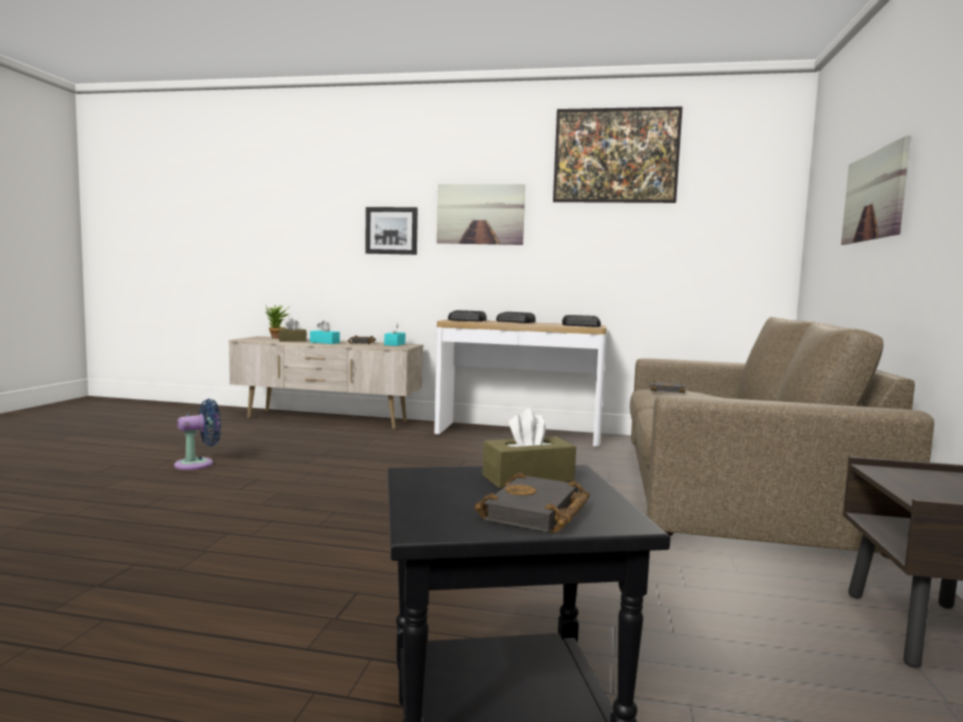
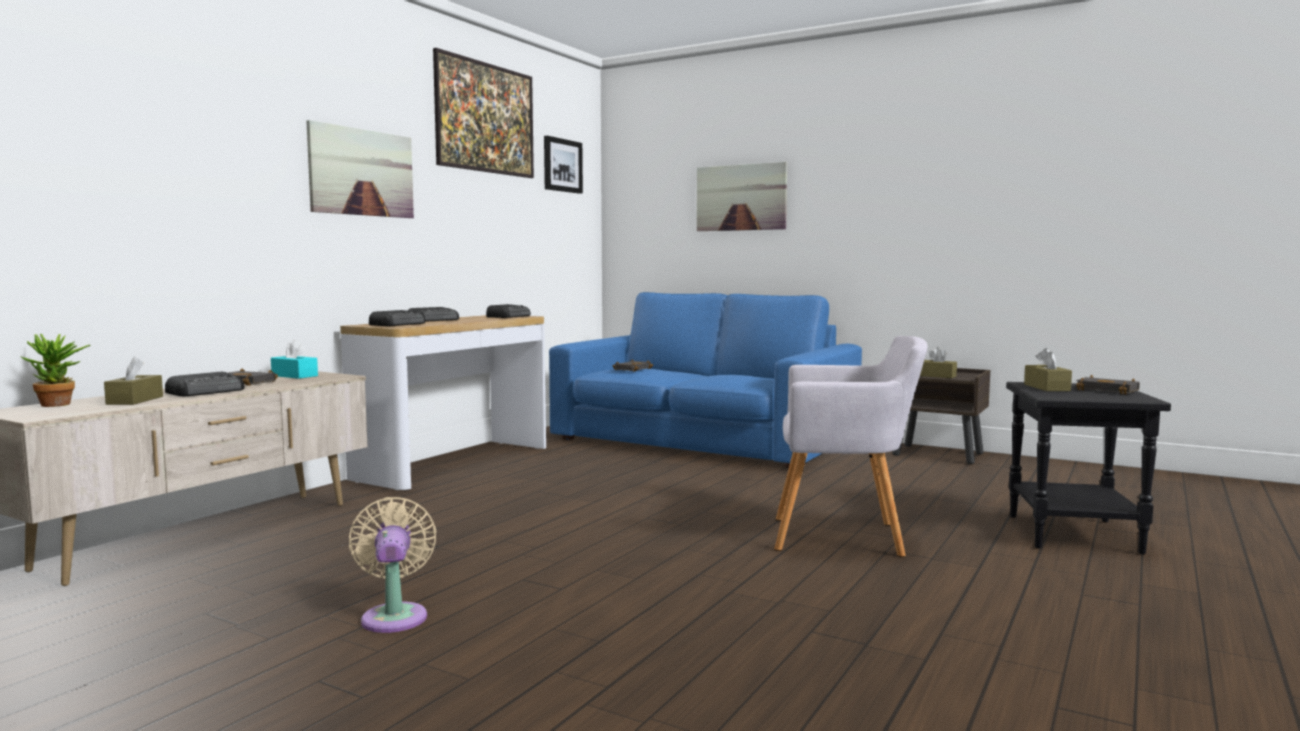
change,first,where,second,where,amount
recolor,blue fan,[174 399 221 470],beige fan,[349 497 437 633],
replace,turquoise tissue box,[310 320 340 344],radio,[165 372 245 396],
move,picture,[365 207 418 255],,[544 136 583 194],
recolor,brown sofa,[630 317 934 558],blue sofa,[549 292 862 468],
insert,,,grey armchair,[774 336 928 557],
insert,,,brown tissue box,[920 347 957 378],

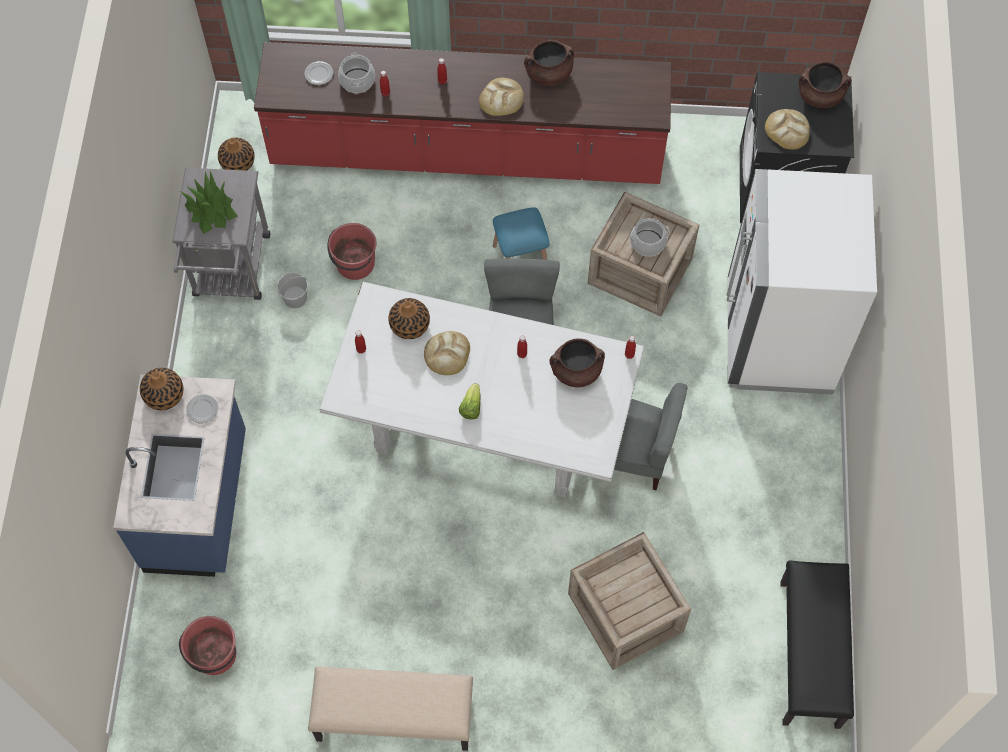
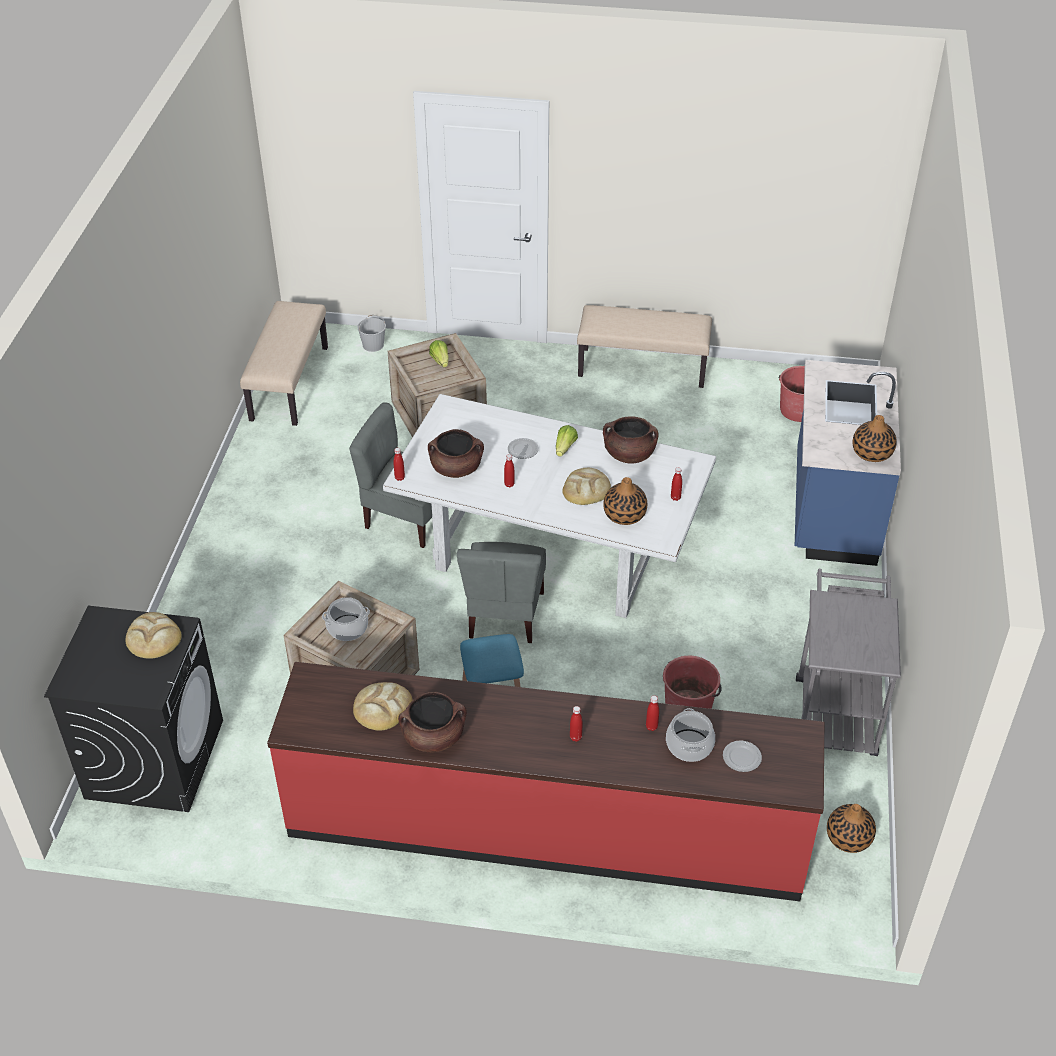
change,first,where,second,where,amount
delete,potted plant,[180 170 238 234],,,
move,plate,[186 394 218 423],,[508 438 539 459],
move,white bucket,[277 272 308 308],,[357 315 386 352],
move,bread,[479 78 524 116],,[353 682 412 731],
delete,white fridge,[727 169 877 394],,,
recolor,black bench,[781 561 854 729],beige bench,[240 301 328 426],
move,brown cooking pot,[799 62 852 108],,[603 416 658 464],
insert,,,lettuce,[429 340 448 367],

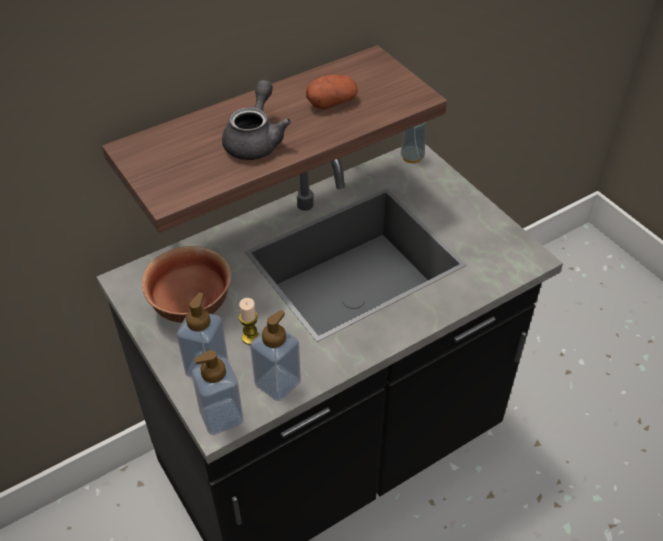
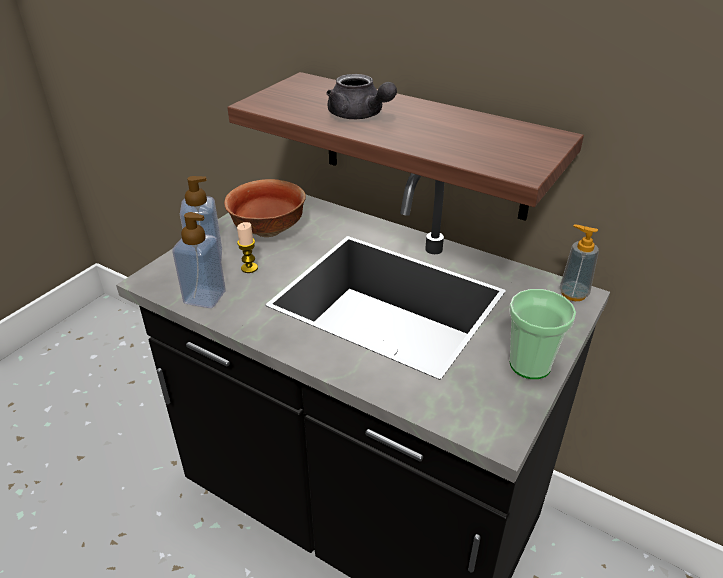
change,first,where,second,where,amount
delete,soap dispenser,[192 350 243 435],,,
rotate,grey teapot,[222 80 291 160],,[326 74 397 119],60 degrees clockwise
delete,potato,[306 75 358 109],,,
insert,,,cup,[509 289 576 379],

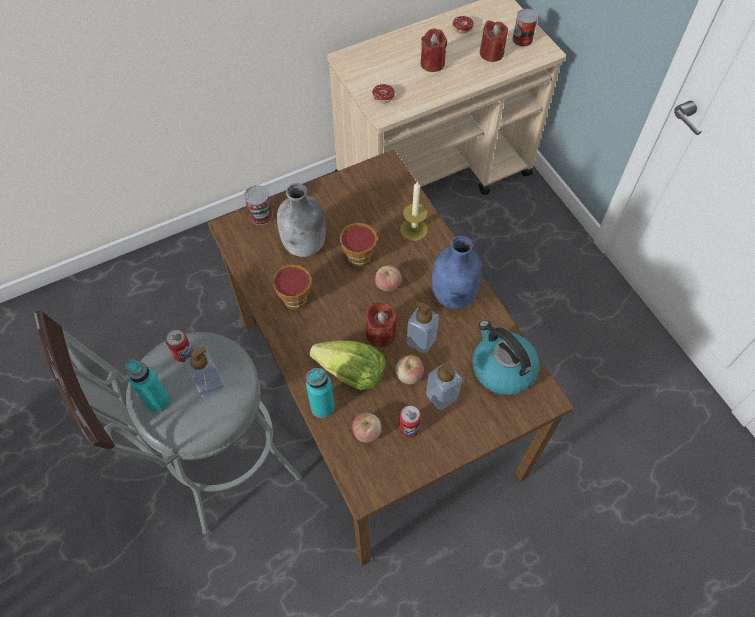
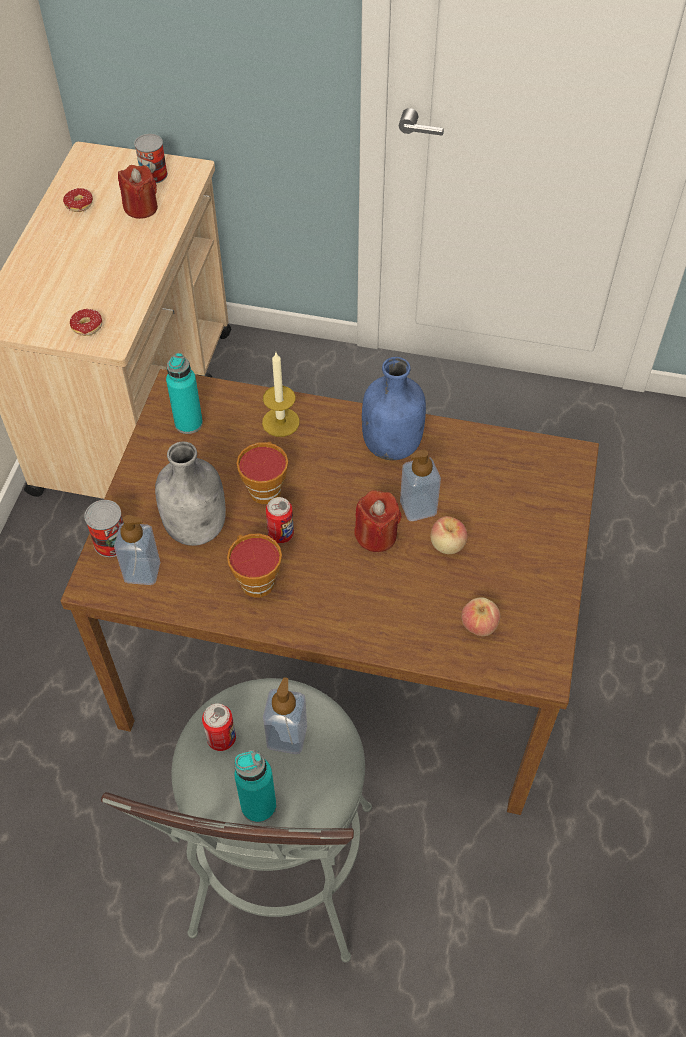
change,first,where,second,where,amount
move,turquoise bottle,[306 368 334 418],,[166 353 203 434],
delete,lettuce,[310 341 386 390],,,
delete,apple,[375 265 401 291],,,
move,can,[399 406 421 438],,[266 497 294 543],
delete,red candle,[421 29 447 72],,,
move,soap dispenser,[426 362 462 410],,[114 515 160 585],
delete,kettle,[472 320 539 395],,,

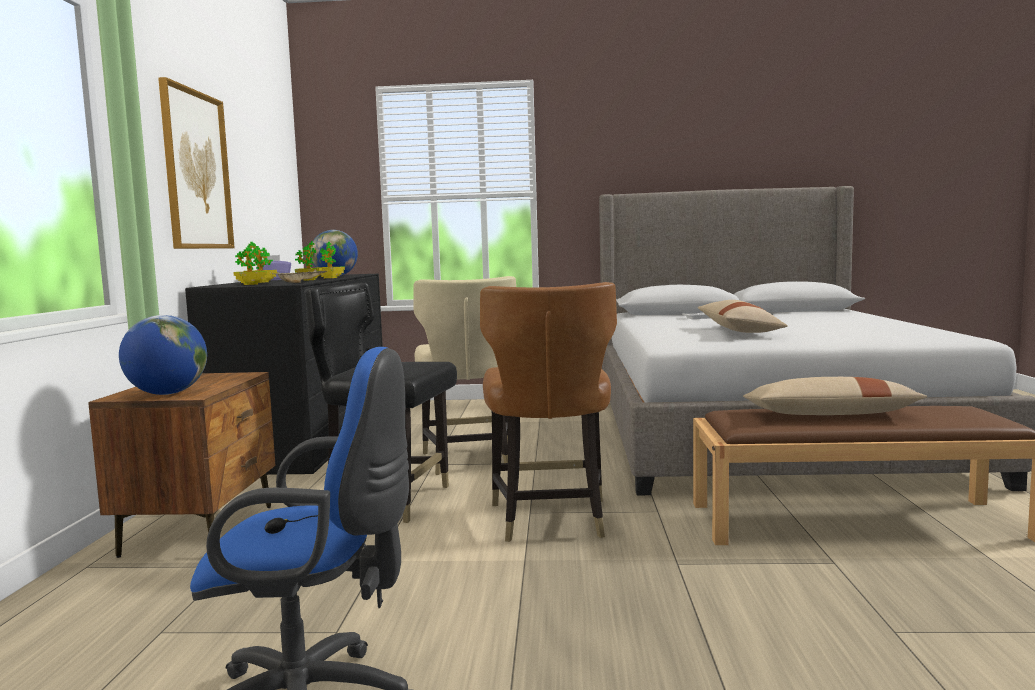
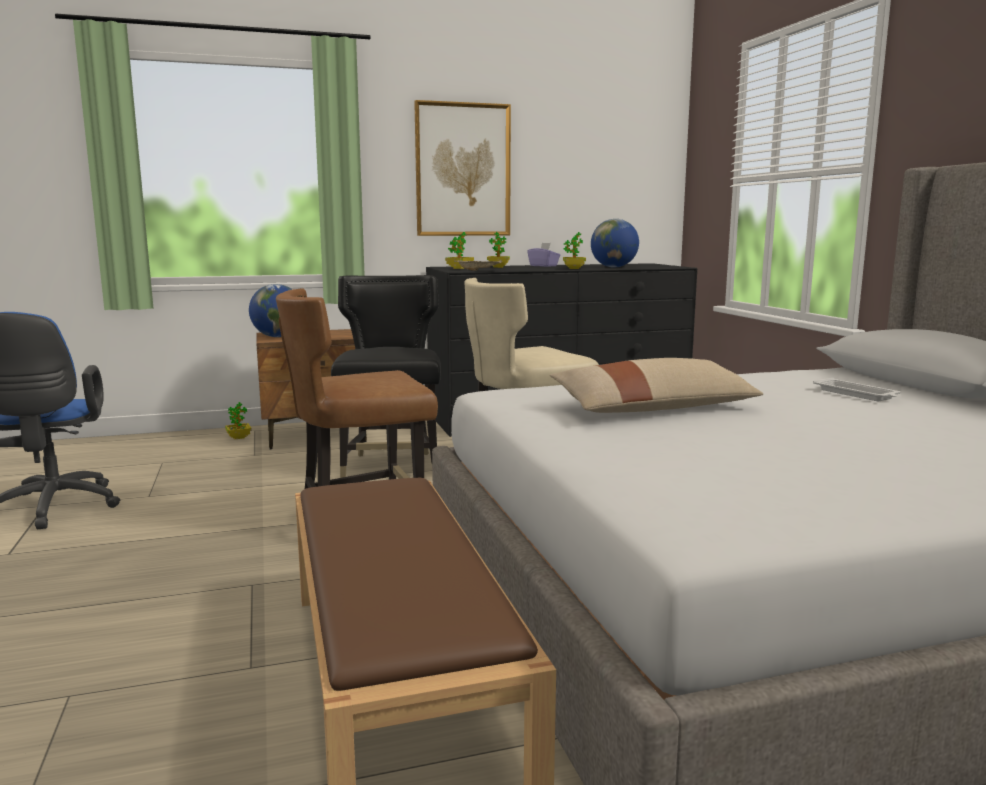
change,first,where,second,where,amount
move,potted plant,[295 241 322 281],,[225 402 252 439],
delete,beige pillow,[743 377 927 415],,,

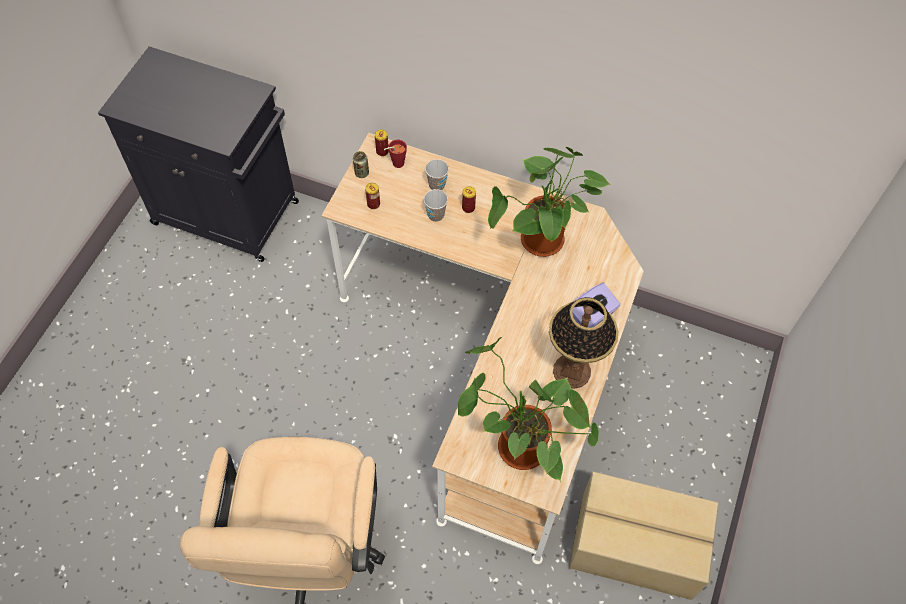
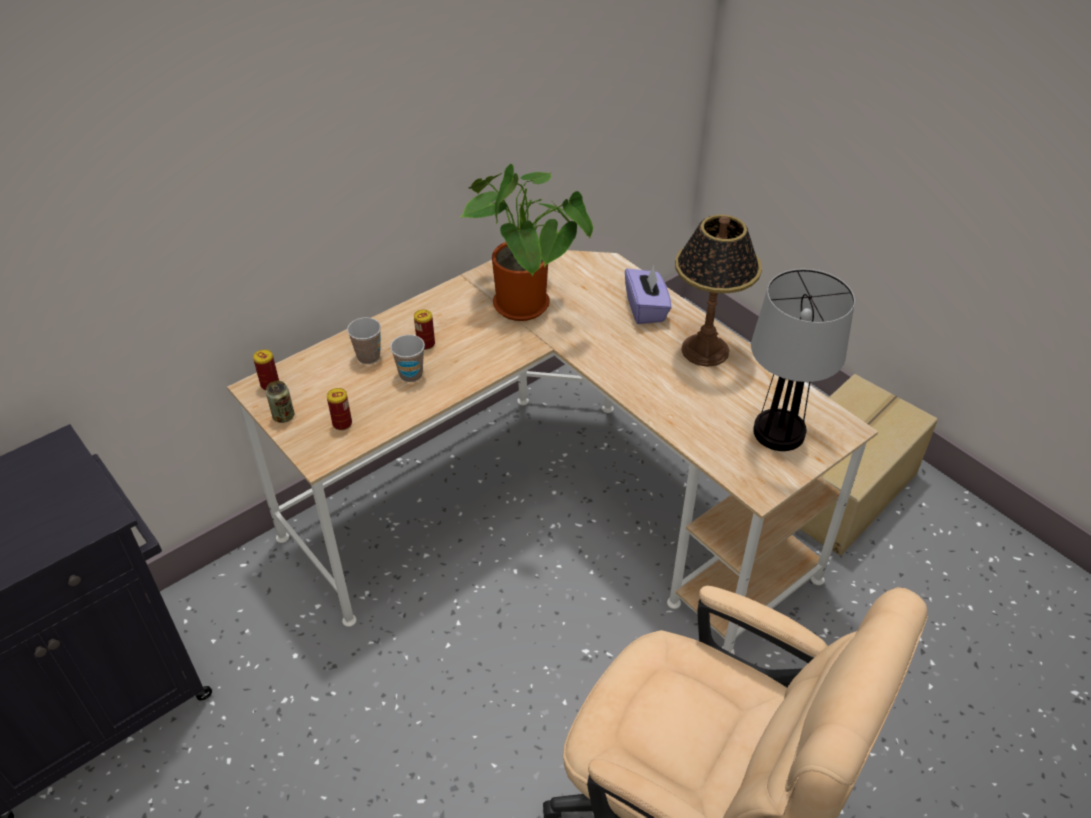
change,first,where,second,where,amount
delete,red cup,[384 140 407 168],,,
replace,potted plant,[458 337 599 482],table lamp,[751 269 855 451],

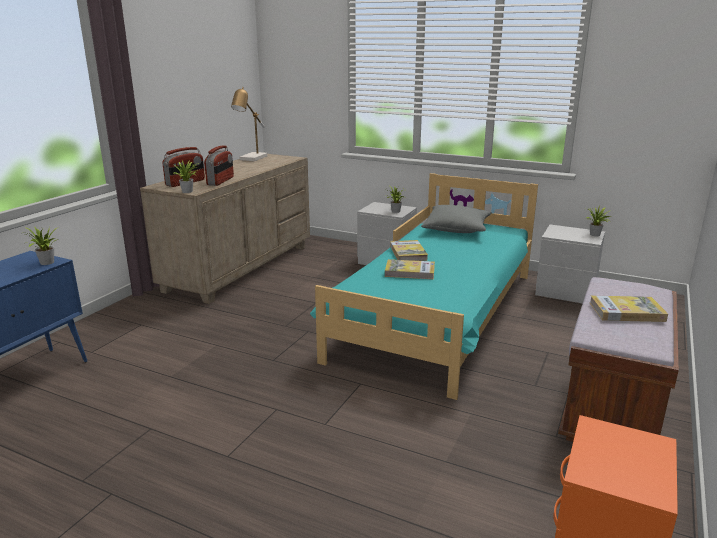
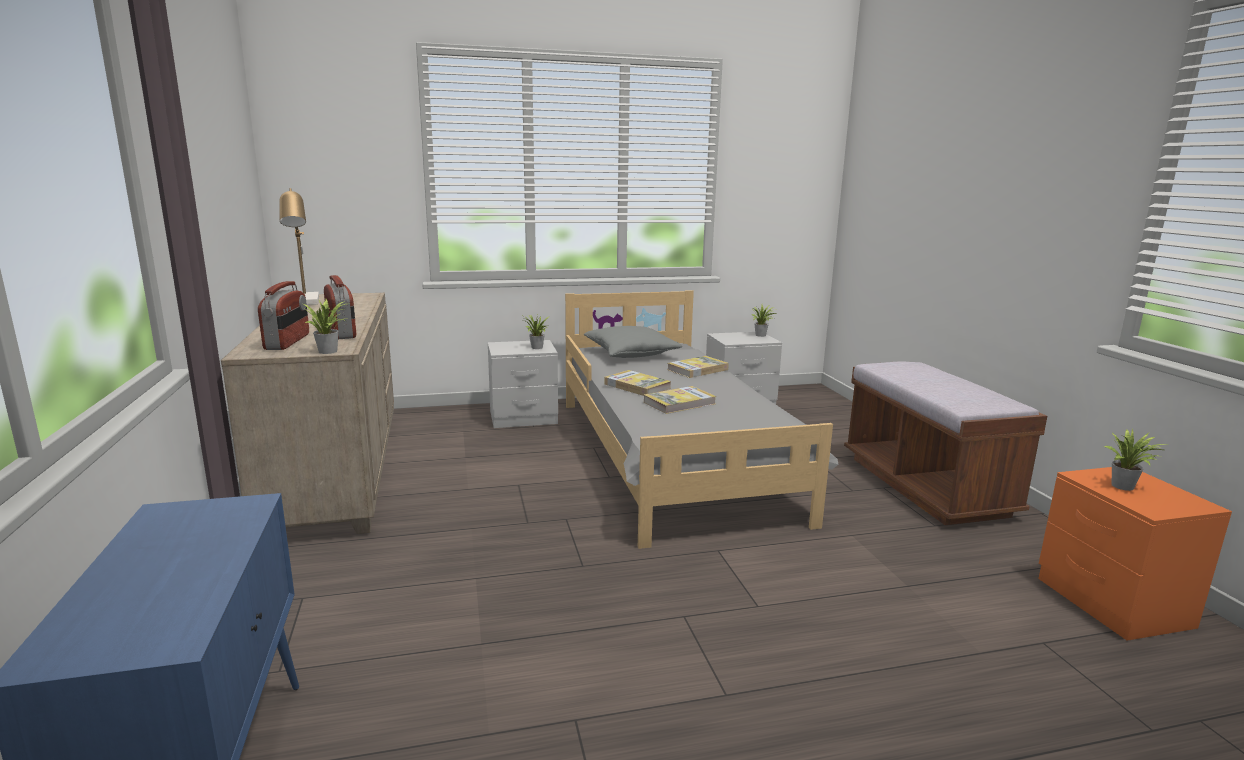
change,first,where,second,where,amount
move,potted plant,[24 225 57 265],,[1104 429 1166 491],
recolor,turquoise bed,[310 173 538 400],grey bed,[565 290 838 549],
move,book,[590 296 668 322],,[668 356 729 378],

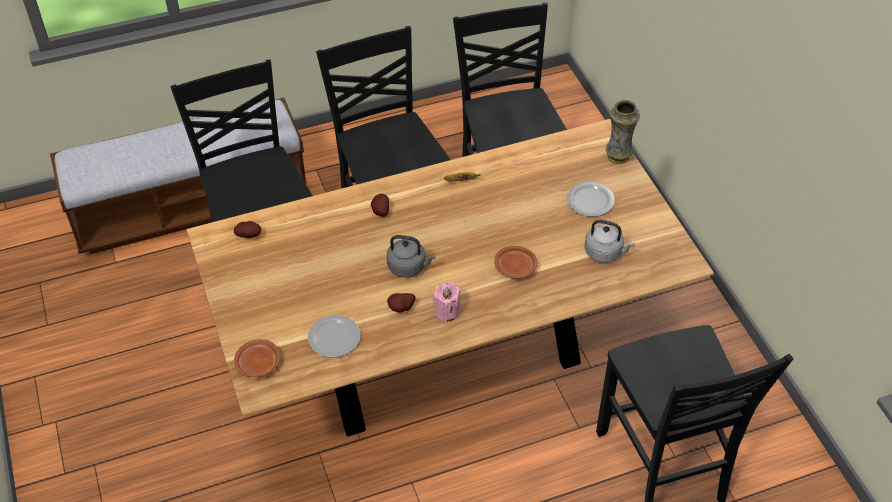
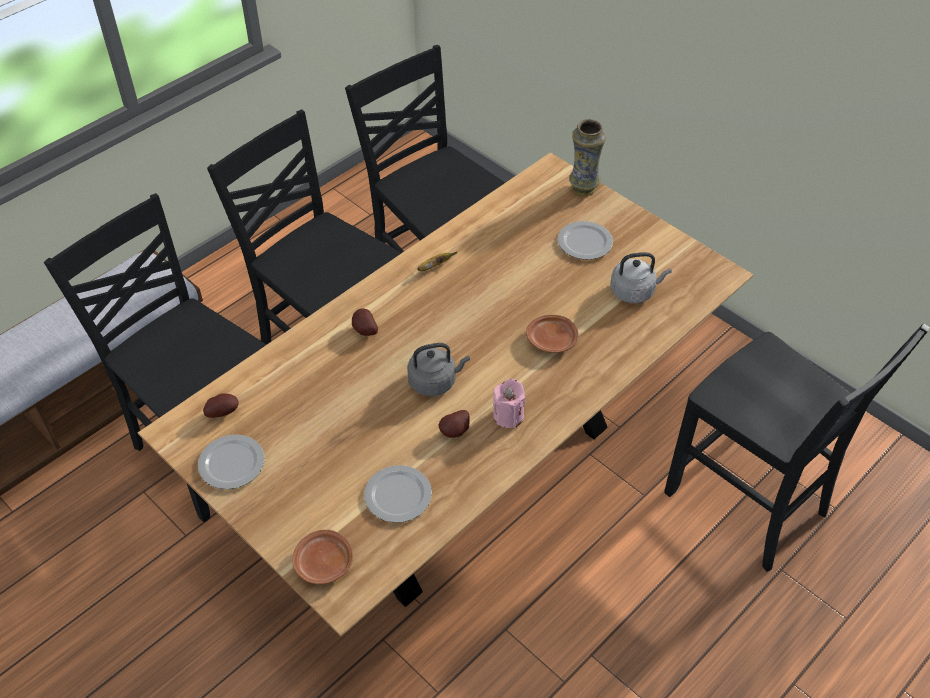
change,first,where,second,where,amount
insert,,,plate,[198 434 265 489],

